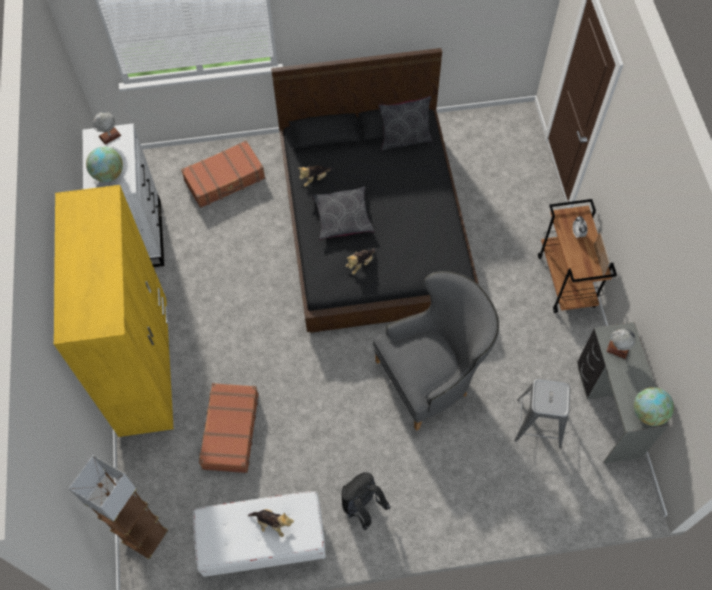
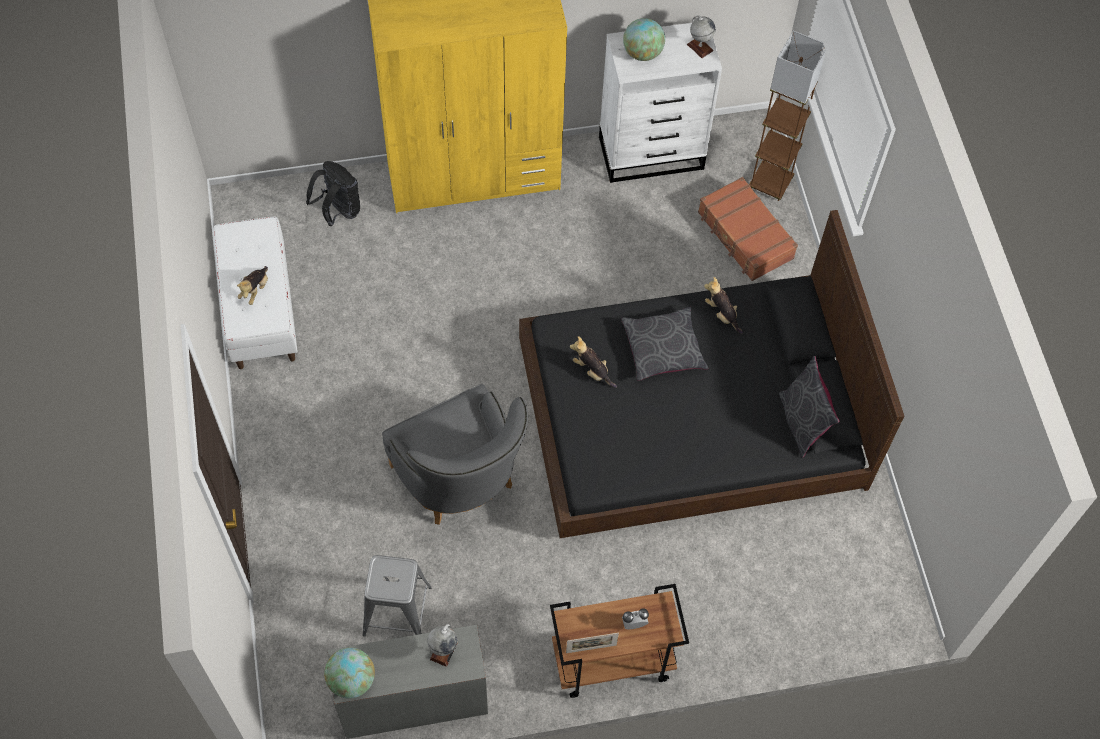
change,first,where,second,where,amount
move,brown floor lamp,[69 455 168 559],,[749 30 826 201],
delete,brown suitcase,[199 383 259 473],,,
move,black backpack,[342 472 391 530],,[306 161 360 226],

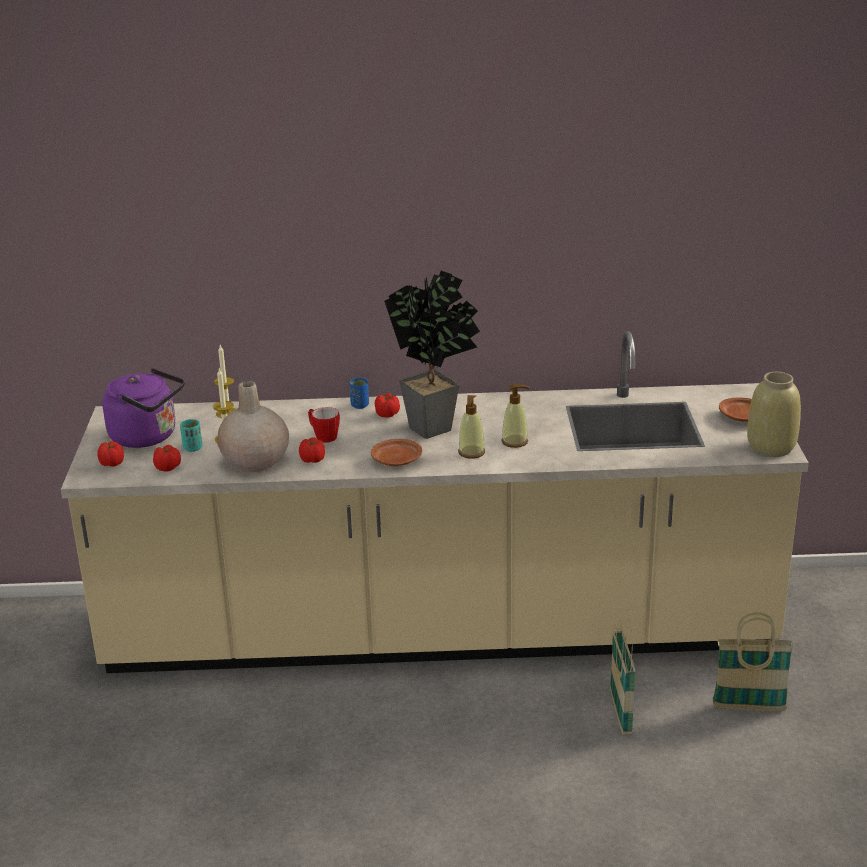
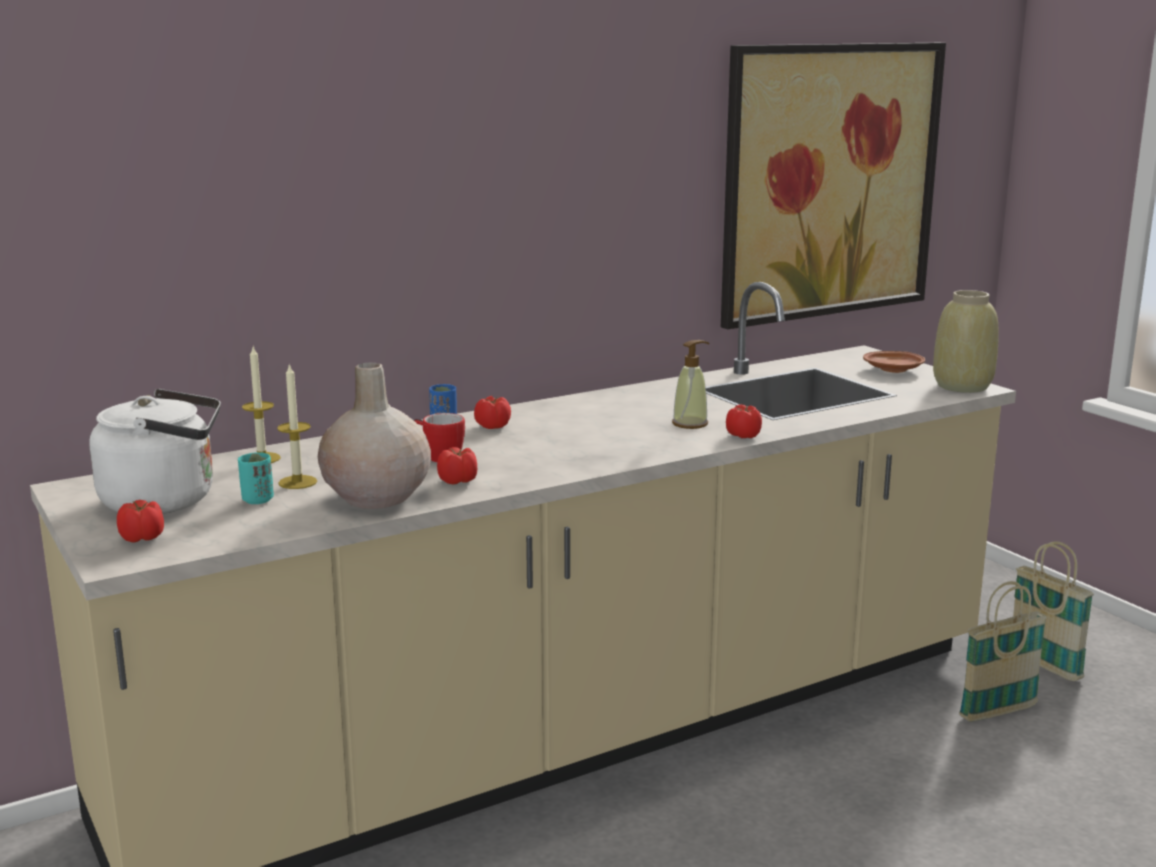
change,first,where,second,where,amount
recolor,purple kettle,[102 368 185 448],white kettle,[89 389 221 514],
move,tomato,[153 445 181 472],,[726 404 762 438],
delete,brown plate,[371 439 422 466],,,
delete,potted plant,[384 271 480 439],,,
delete,soap dispenser,[458 395 485 459],,,
move,basket,[610 617 636 735],,[1013 541 1094 681],
insert,,,picture,[721 43 946 329],

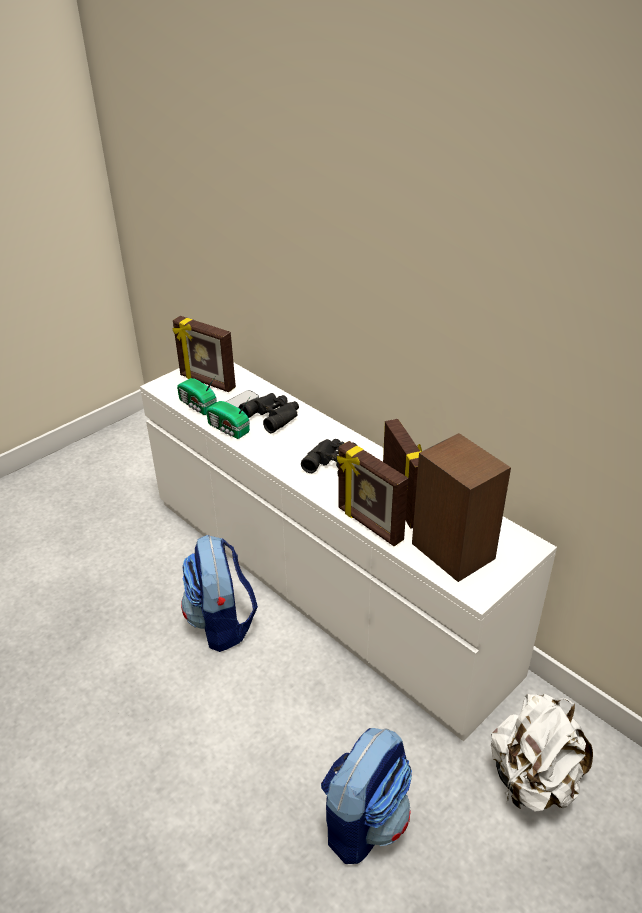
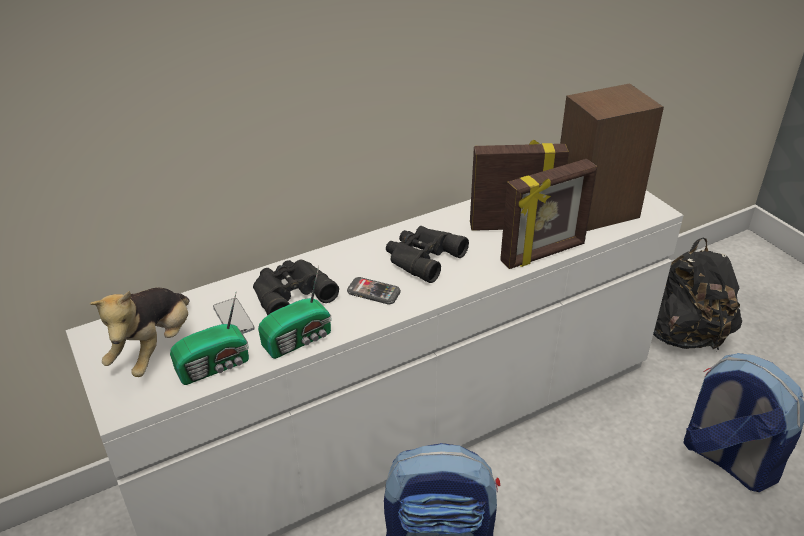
change,first,where,second,where,amount
replace,picture frame,[172 316 236 392],plush toy,[90 288 190 377],
recolor,white backpack,[491 694 593 812],black backpack,[653 237 742 351],
insert,,,phone,[347 277 401 305],

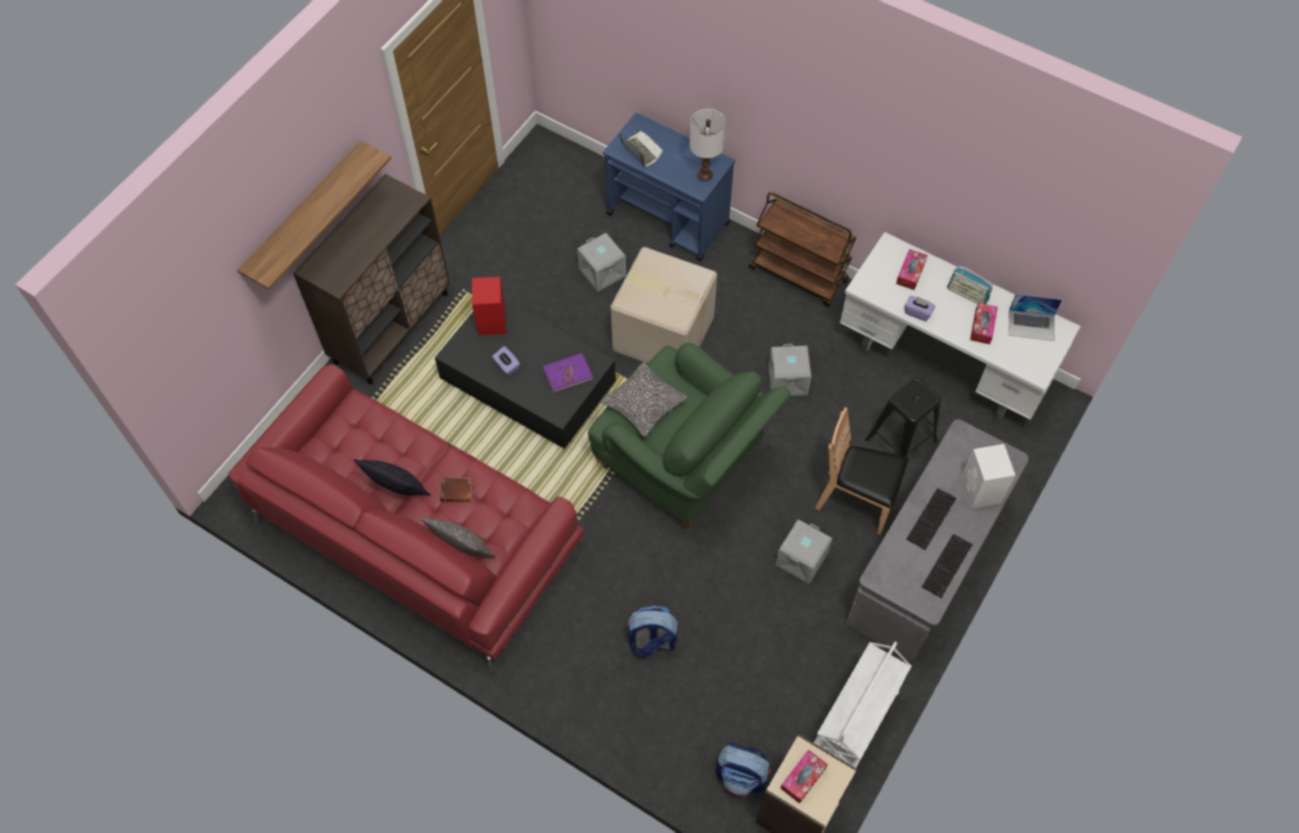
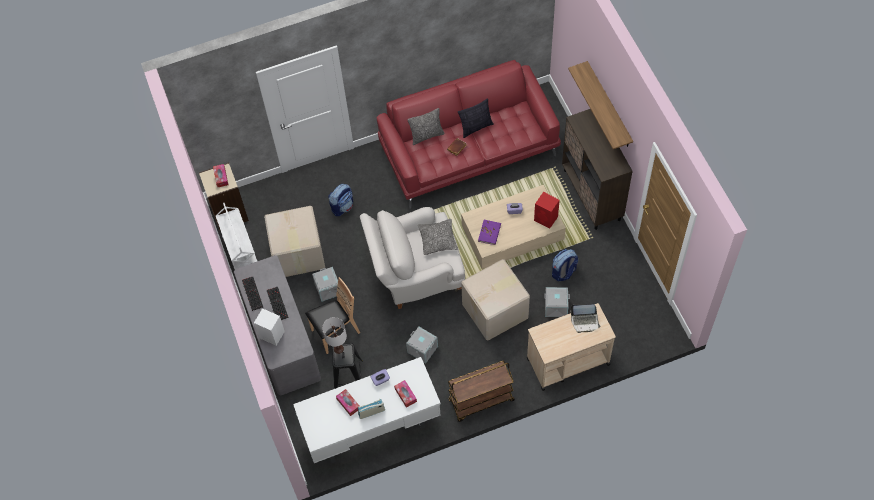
change,first,where,second,where,amount
recolor,black coffee table,[435 300 616 449],beige coffee table,[461 185 566 269],
recolor,green armchair,[588 343 791 528],white armchair,[360 207 465 309],
recolor,blue cart,[603 113 735 261],beige cart,[527 303 616 391],
move,white table lamp,[689 109 726 181],,[322 317 347 354],
move,backpack,[715 742 771 796],,[552 249 578 281],
delete,laptop,[1008 294 1062 341],,,
insert,,,cardboard box,[264 206 325 277],

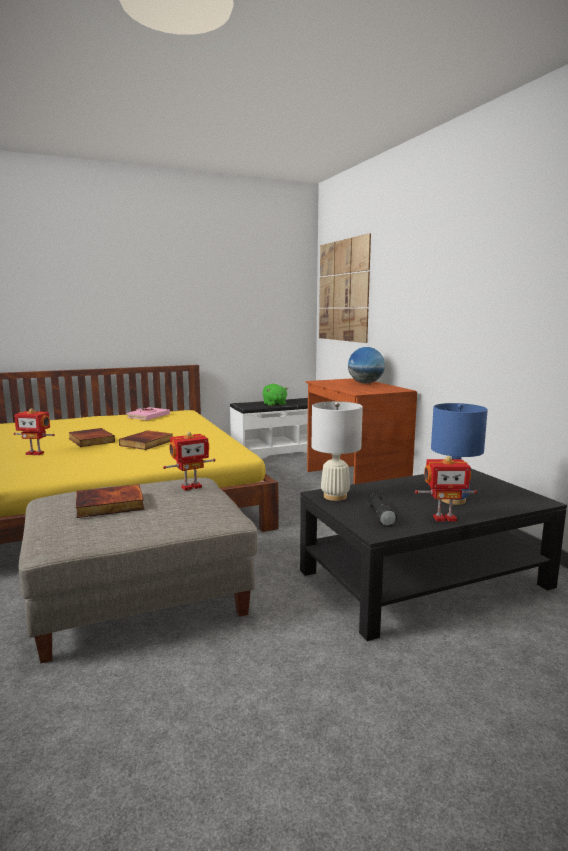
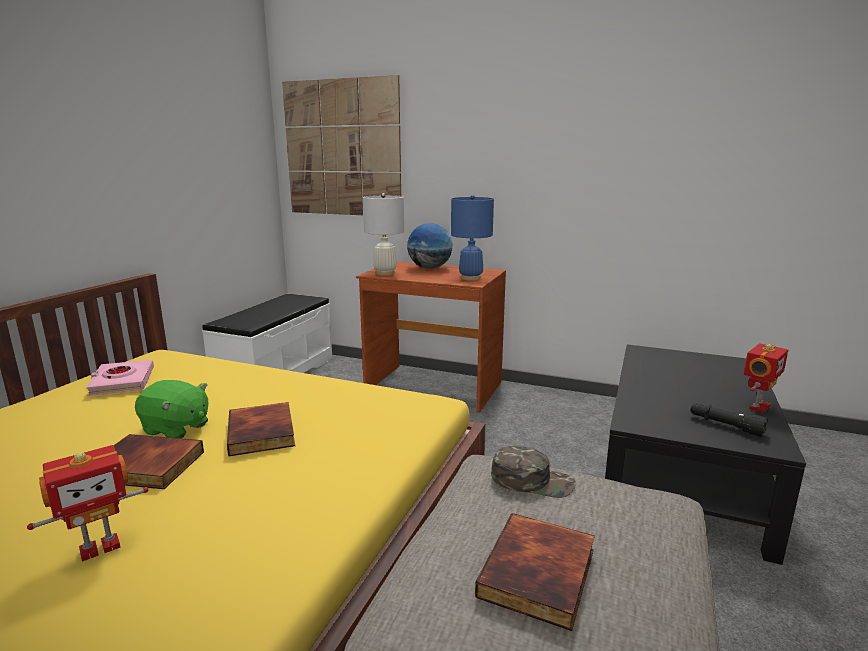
change,first,where,second,where,amount
replace,toy robot,[163 432 216 491],green cap,[491 445 576 498],
move,green plush toy,[263 384 288 406],,[135 380 209 438],
move,white table lamp,[312 401 363 501],,[363 193 404 275],
move,blue table lamp,[431 403 488 505],,[451 195 494 281],

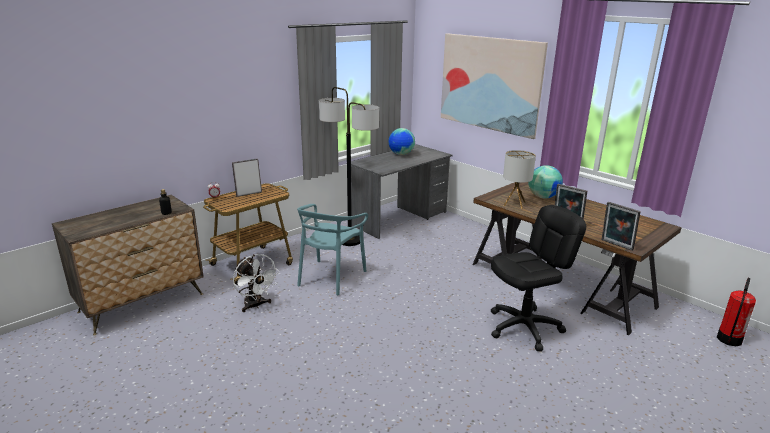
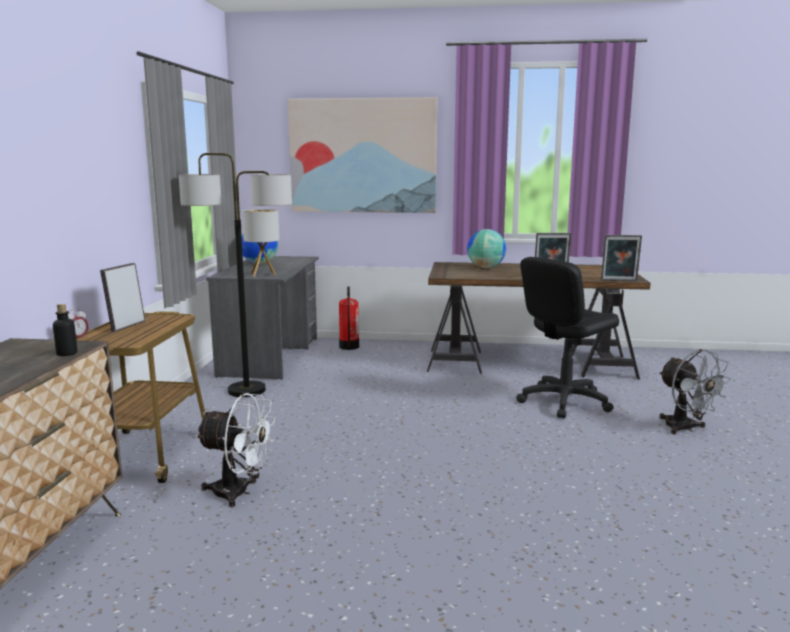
change,first,where,second,where,amount
delete,turquoise chair,[297 204 368 296],,,
rotate,black office chair,[491 205 586 351],,[516 257 619 418],150 degrees counterclockwise
move,table lamp,[503 150 536 209],,[242 209 280 277],
move,fire extinguisher,[717 278 756 346],,[339 286 359 350],
insert,,,grey fan,[659 349 731 435],

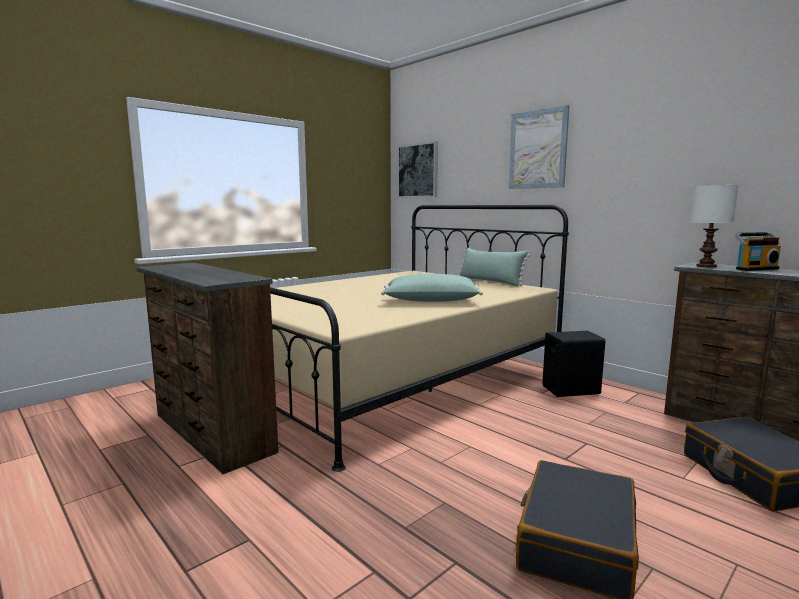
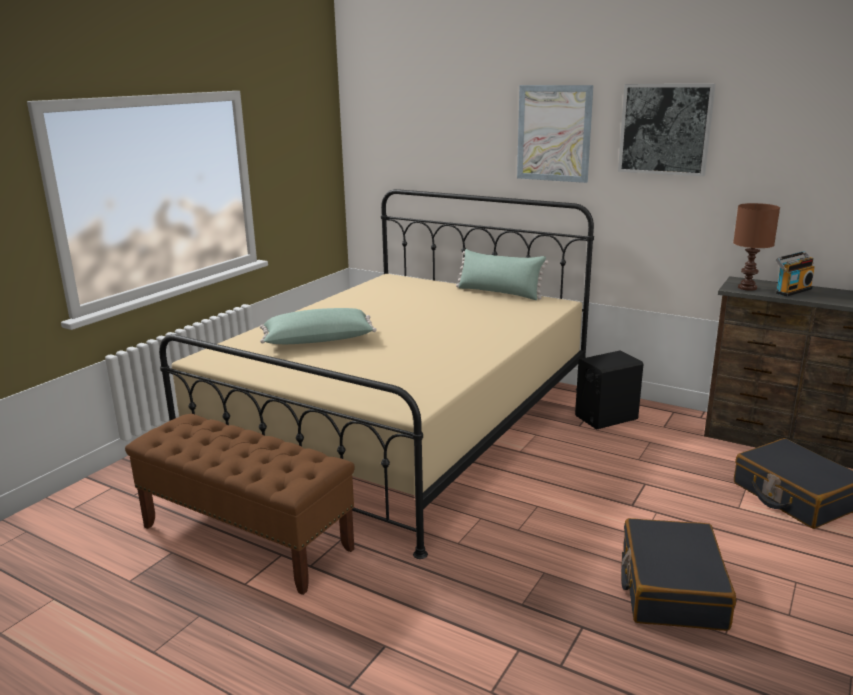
change,first,where,second,where,amount
replace,brown dresser,[136 263 279 474],brown bench,[125 414 355 595],
move,green pillow,[381 273 483 302],,[260 308 377 344],
move,picture,[397 141 438 198],,[618 84 716 176],
recolor,white table lamp,[691 185 739 268],brown table lamp,[733 203 780 291],

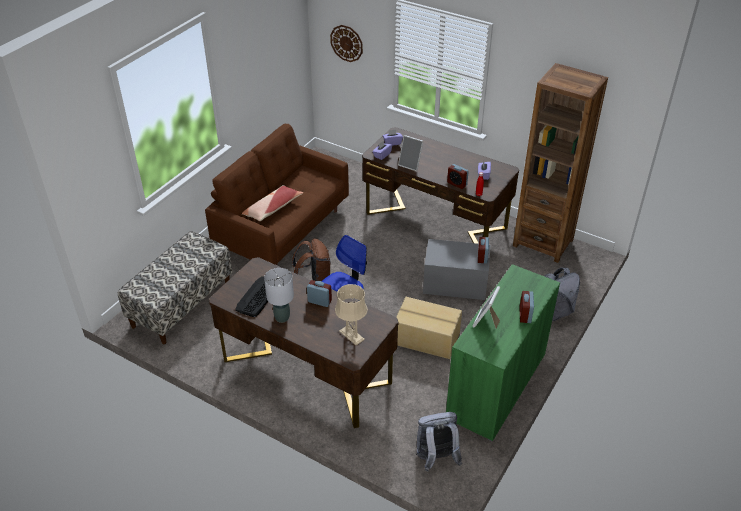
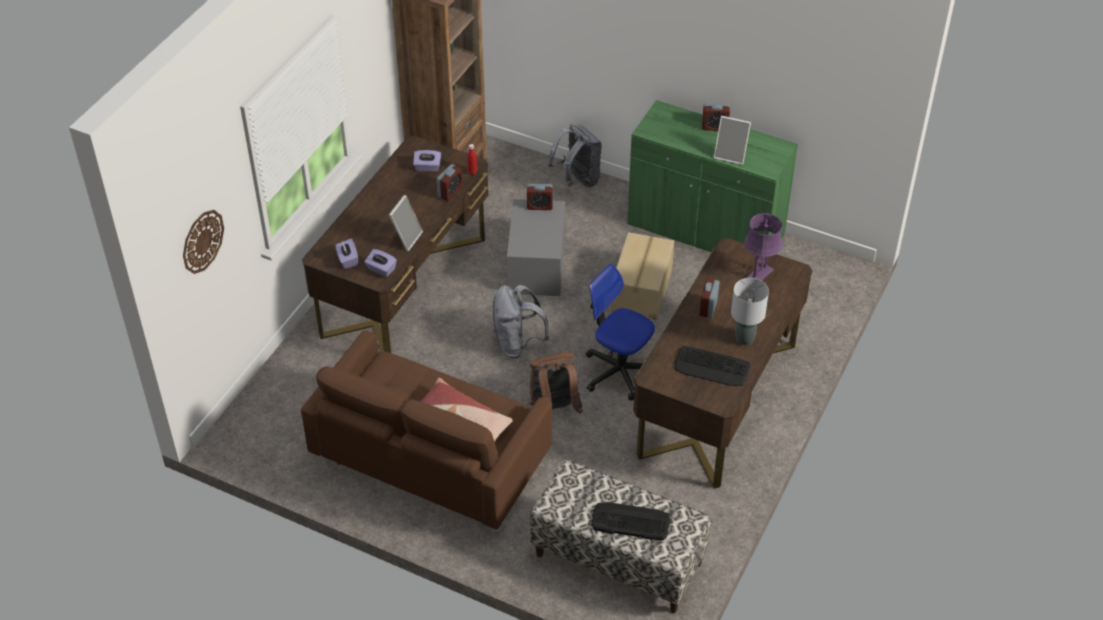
change,first,where,second,where,amount
recolor,beige table lamp,[335 284 368 345],purple table lamp,[744 213 783 281],
move,grey backpack,[416 412 462 472],,[492 285 549 358],
insert,,,keyboard,[591 502 671 540],

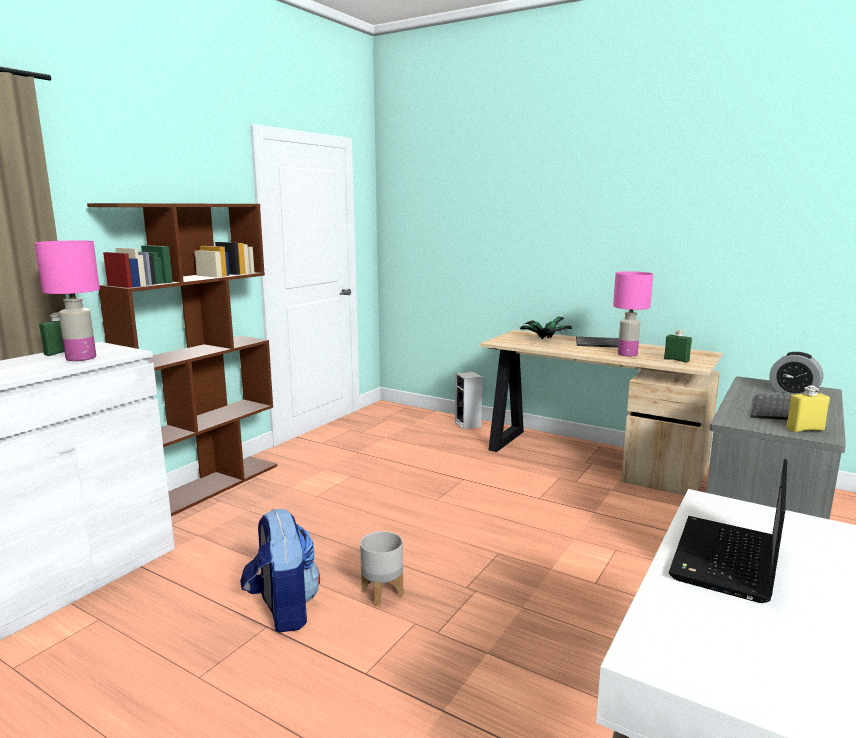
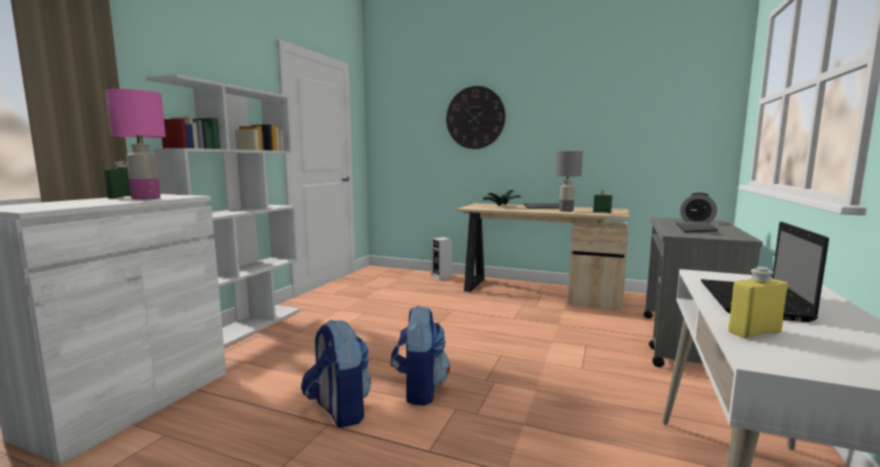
change,first,where,second,where,amount
recolor,brown bookcase,[87 203 277 516],white bookcase,[146 74 301 347],
replace,grey planter,[360 531 403 606],backpack,[391 306 450 406],
recolor,pink table lamp,[613 271 653 356],grey table lamp,[555 151 583 212],
move,yellow bottle,[786 385 830 432],,[728 267 788 338],
insert,,,wall clock,[446 86 505 149],

